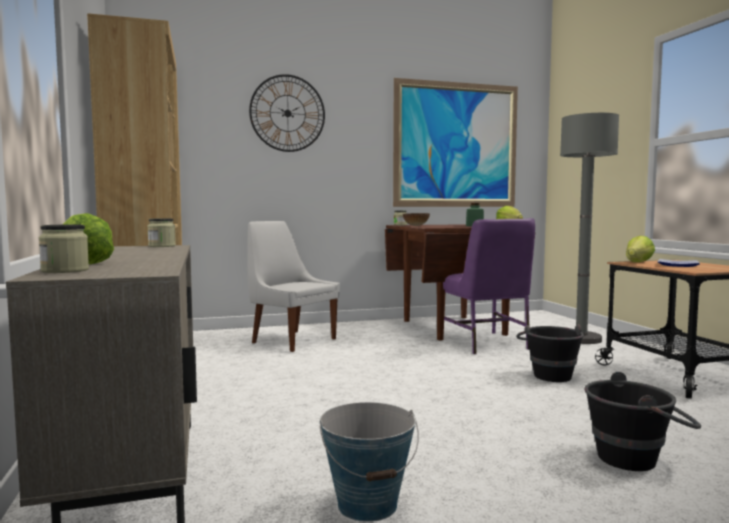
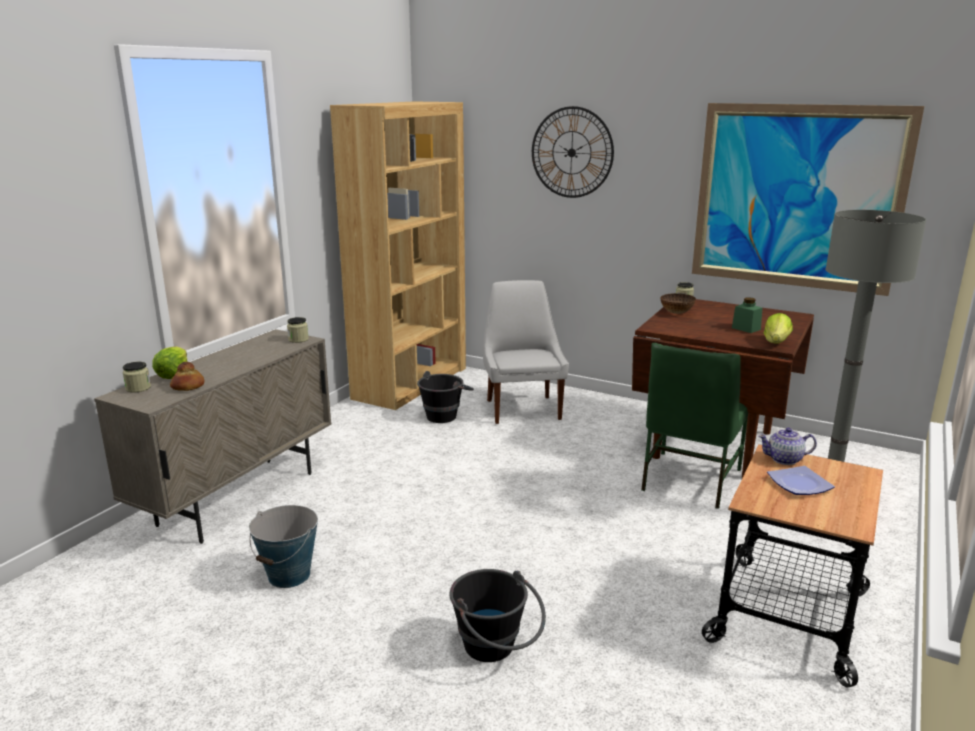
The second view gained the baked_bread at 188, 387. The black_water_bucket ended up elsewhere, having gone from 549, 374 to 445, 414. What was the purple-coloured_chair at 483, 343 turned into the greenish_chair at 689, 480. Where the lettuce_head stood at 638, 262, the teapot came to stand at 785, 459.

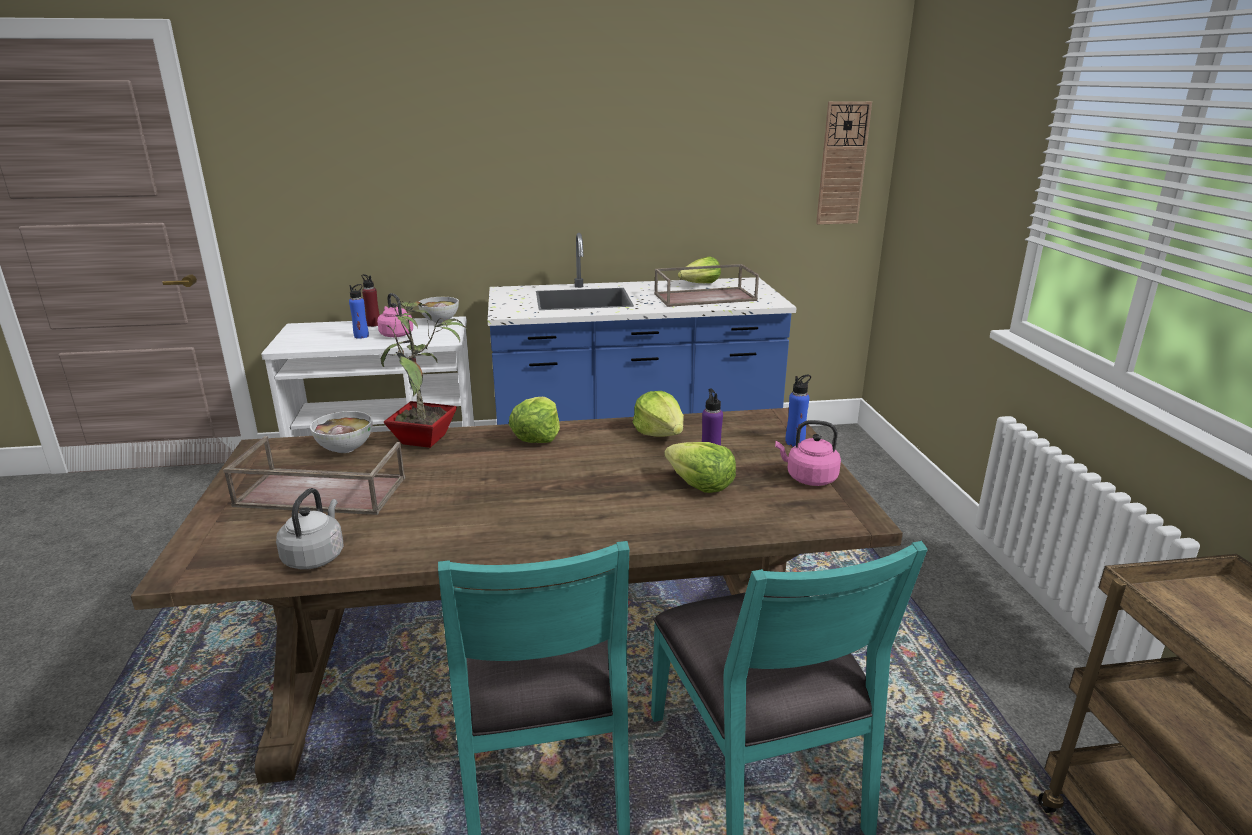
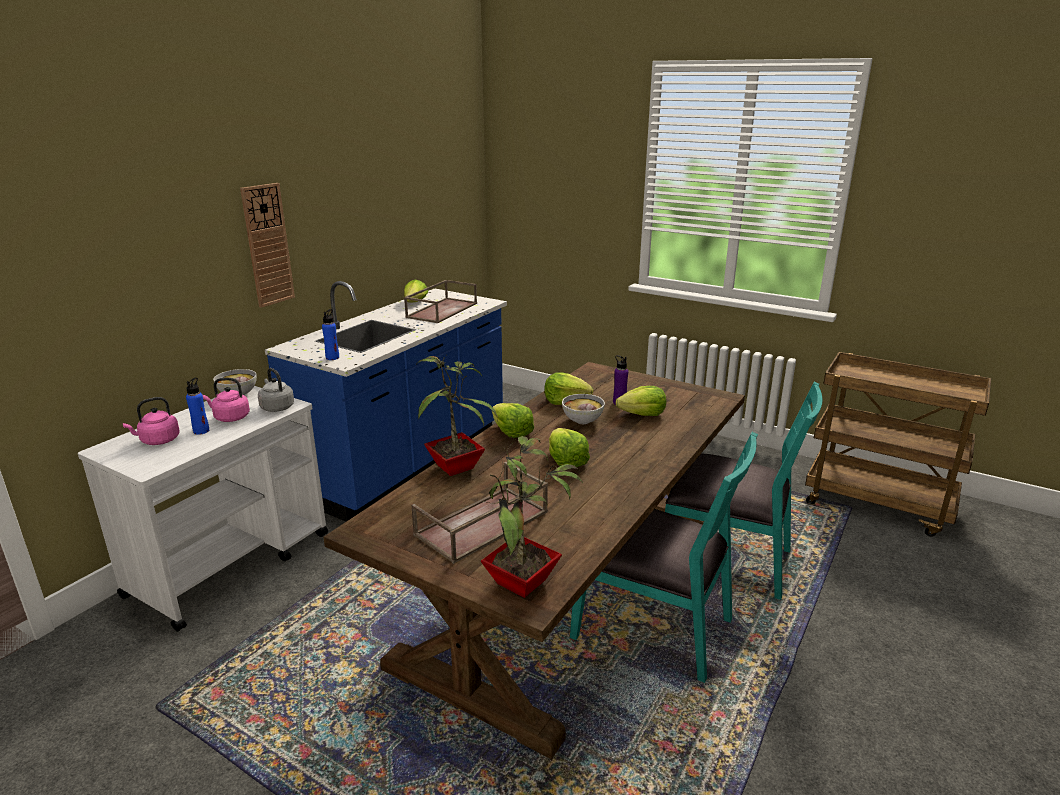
The pink_water_kettle ended up elsewhere, having gone from 808, 478 to 158, 441. The clock_on_the_wall ended up elsewhere, having gone from 842, 164 to 267, 245. The grey_water_kettle ended up elsewhere, having gone from 315, 556 to 276, 407. The blue_beverage_bottle ended up elsewhere, having gone from 795, 442 to 332, 357. The second view gained the potted_plant at 524, 584. The second view gained the lettuce_head at 566, 461. The deep_dish ended up elsewhere, having gone from 345, 449 to 582, 421. The second view lost the red-coloured_beverage_bottle at 373, 324.

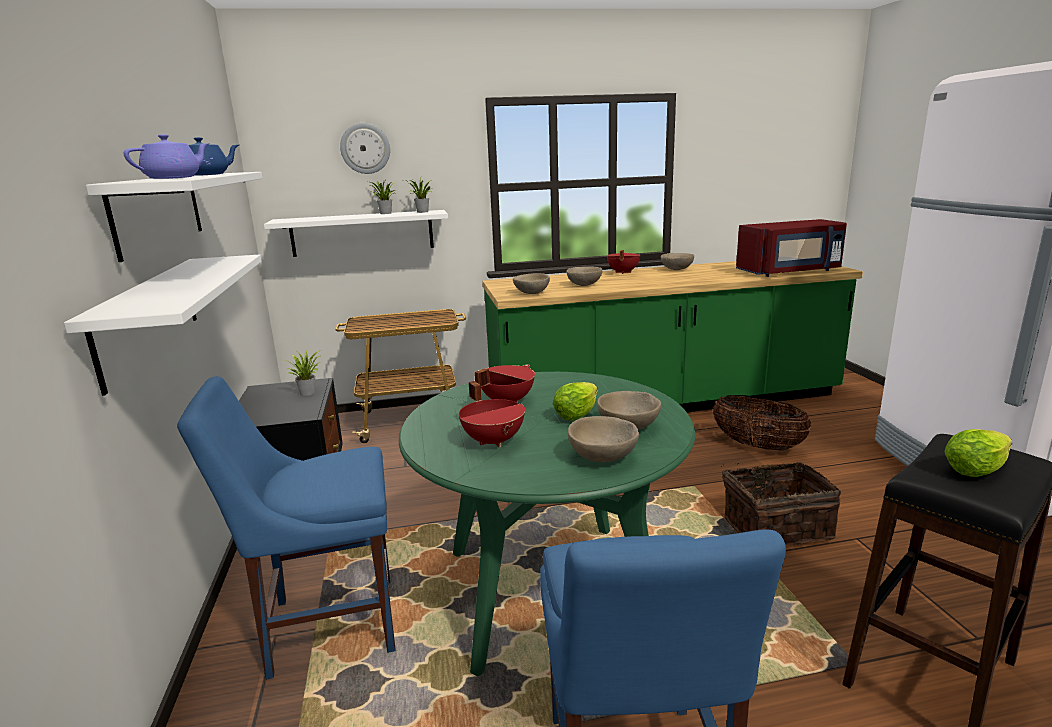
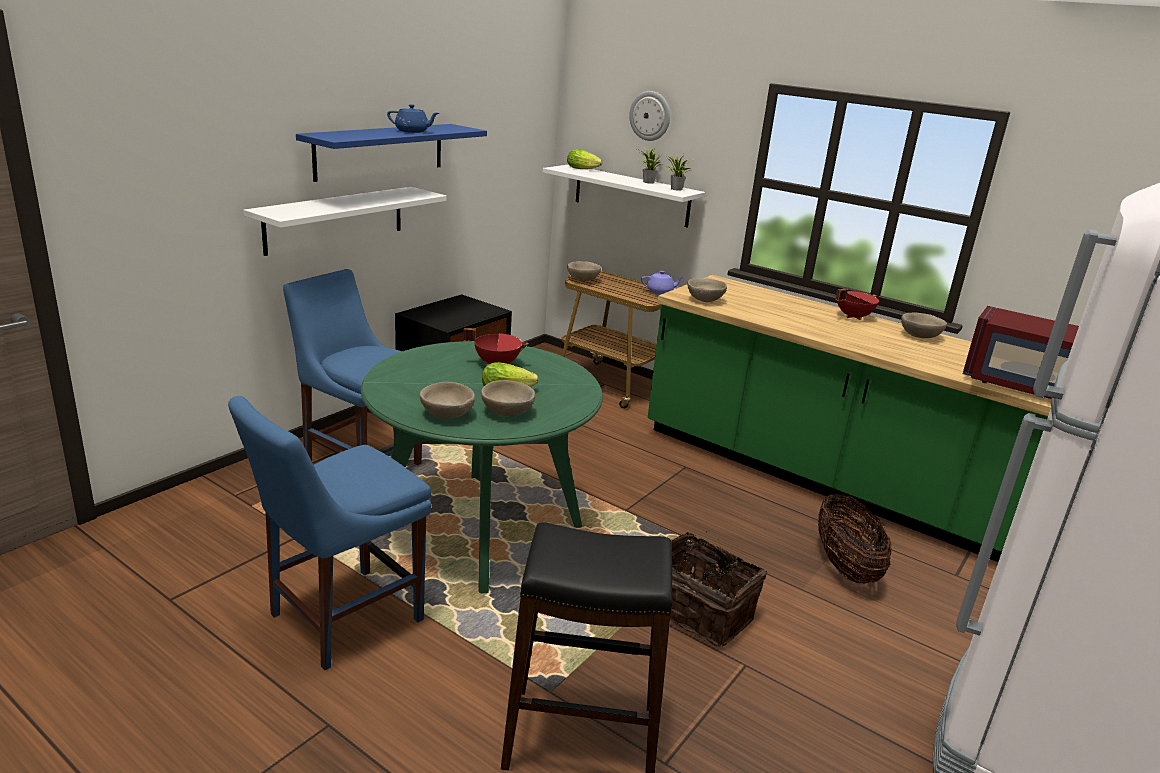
What was the white-coloured_wall_shelf at 159, 211 turned into the blue_wall_shelf at 380, 151. The lettuce_head ended up elsewhere, having gone from 979, 468 to 584, 169. The beige_deep_dish ended up elsewhere, having gone from 584, 285 to 583, 279. The purple-coloured_teapot ended up elsewhere, having gone from 174, 178 to 660, 291. The second view lost the potted_plant at 308, 392. The second view lost the red-coloured_stockpot at 494, 441.

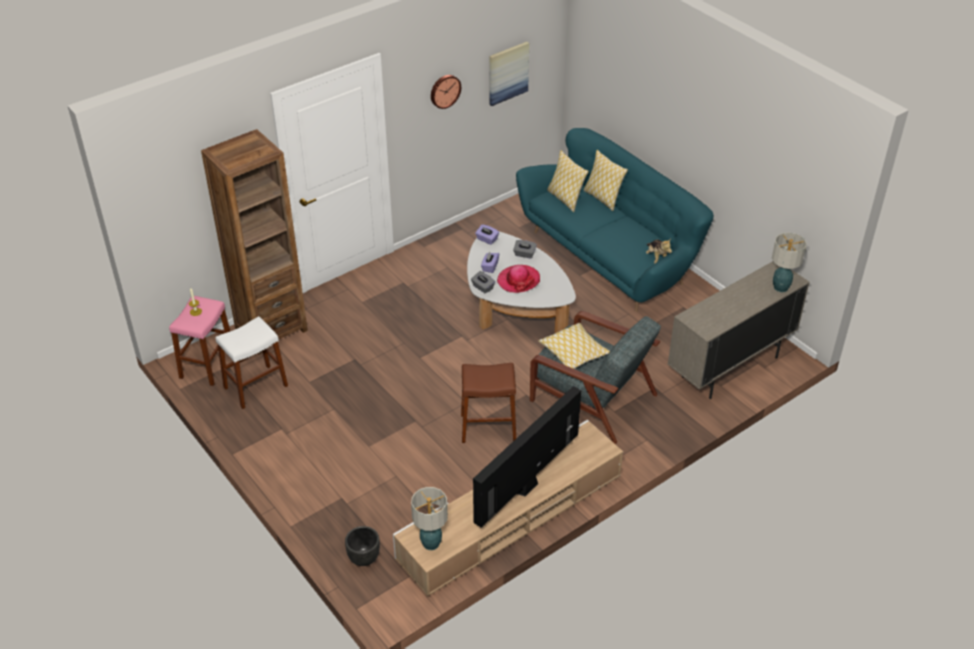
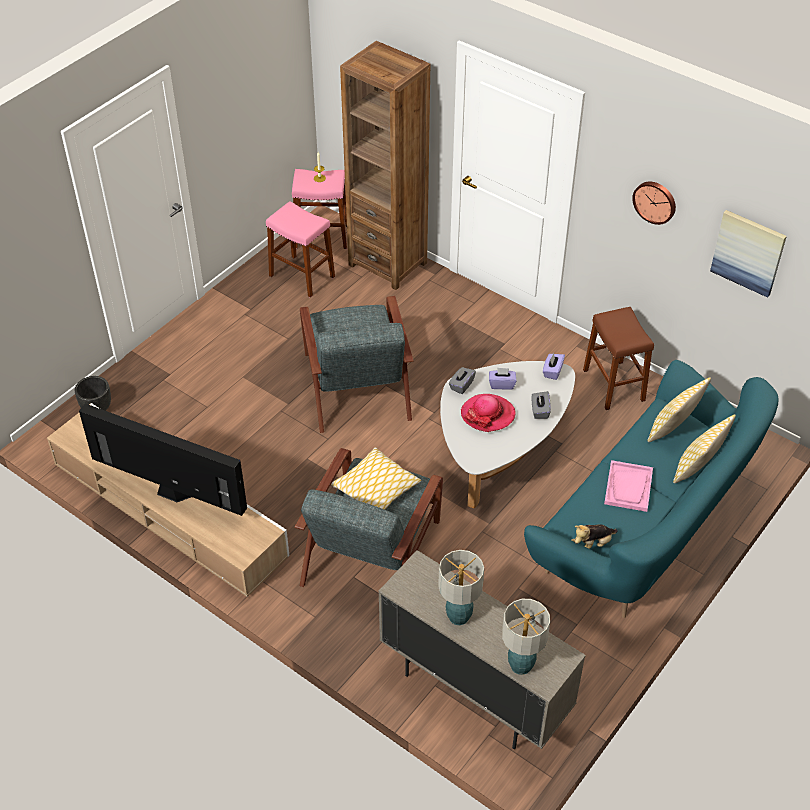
What was the white-coloured_stool at 255, 387 turned into the pink_stool at 302, 276. The second view gained the grey_armchair at 356, 383. The lamp_for_a_table ended up elsewhere, having gone from 431, 543 to 459, 617. The brownish_stool ended up elsewhere, having gone from 488, 427 to 613, 385. The second view gained the pink_carrying_tray at 628, 487.

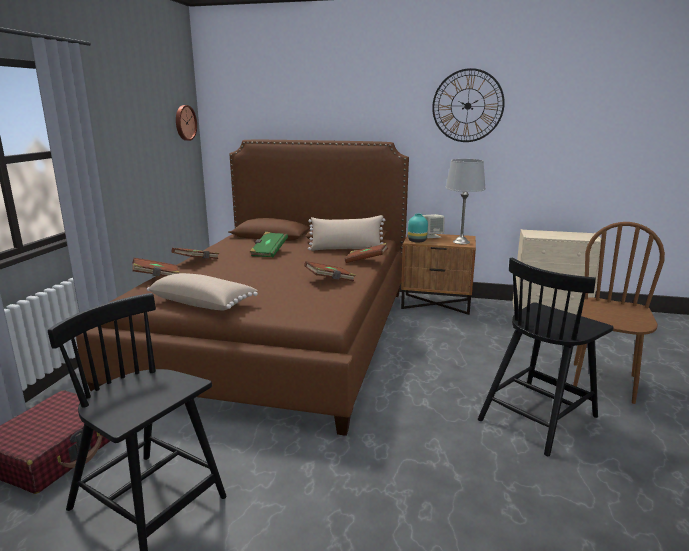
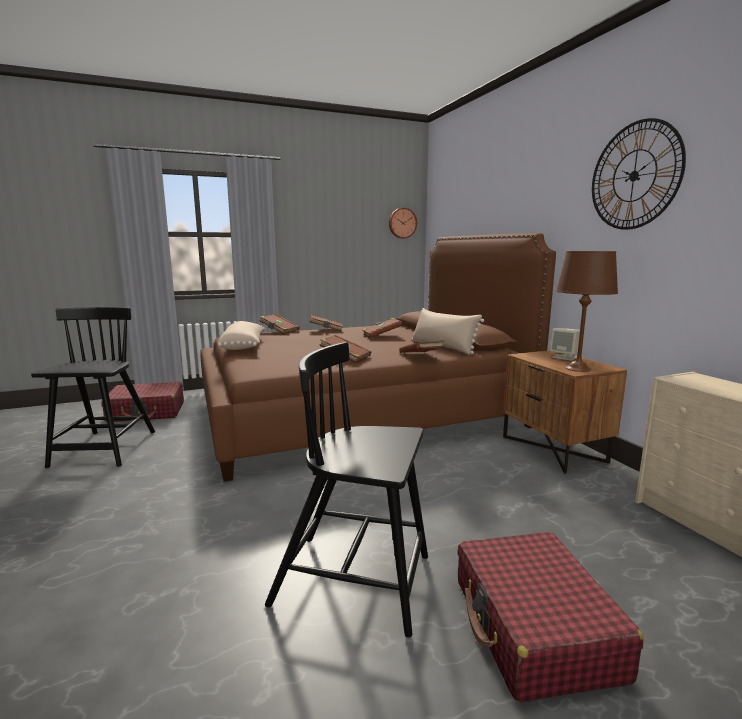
What was the greenish_bound_book at 269, 252 turned into the brownish_bound_book at 381, 335. Where the brownish_chair stood at 603, 382, the red-coloured_piece_of_luggage came to stand at 534, 628. What was the grey_lamp_for_a_table at 461, 242 turned into the brownish_lamp_for_a_table at 577, 369. The second view lost the blue-green_decorative_vase at 416, 241.

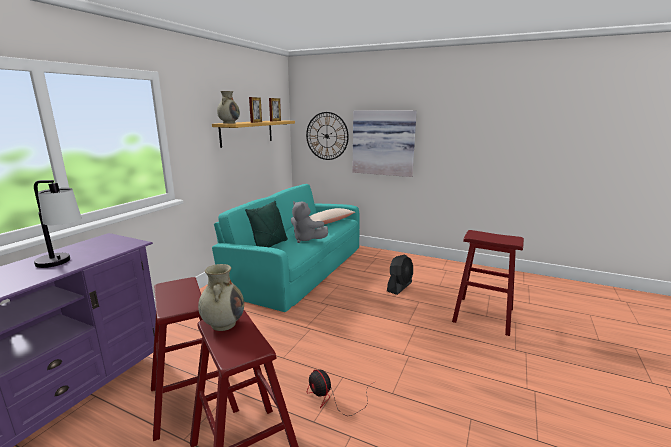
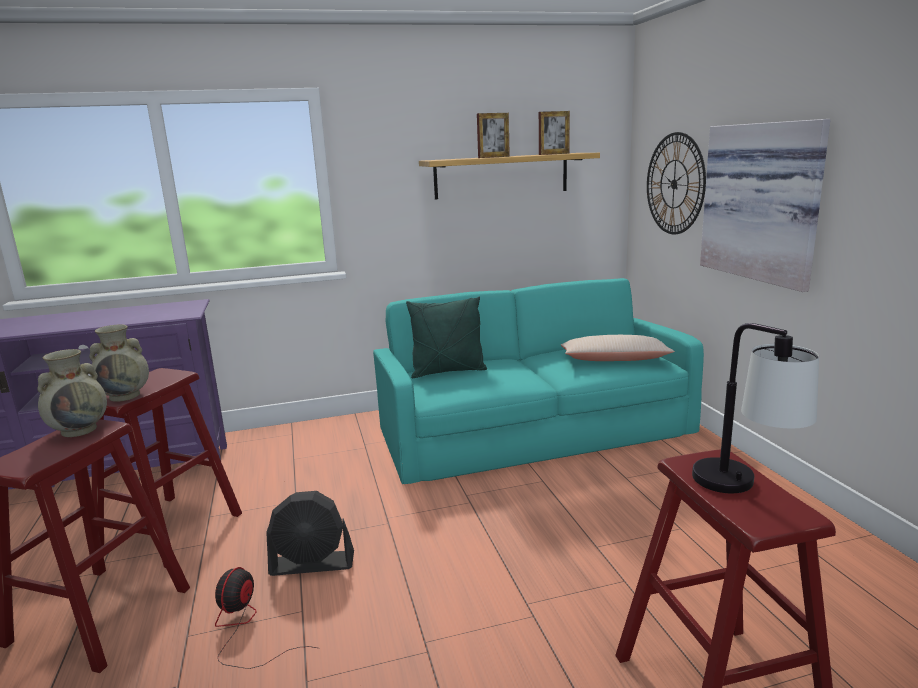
The beige_decorative_vase ended up elsewhere, having gone from 229, 123 to 126, 396. The black_fan ended up elsewhere, having gone from 399, 287 to 312, 564. The lamp_for_a_table ended up elsewhere, having gone from 63, 263 to 744, 492. The second view lost the grey_plush_toy at 306, 239.

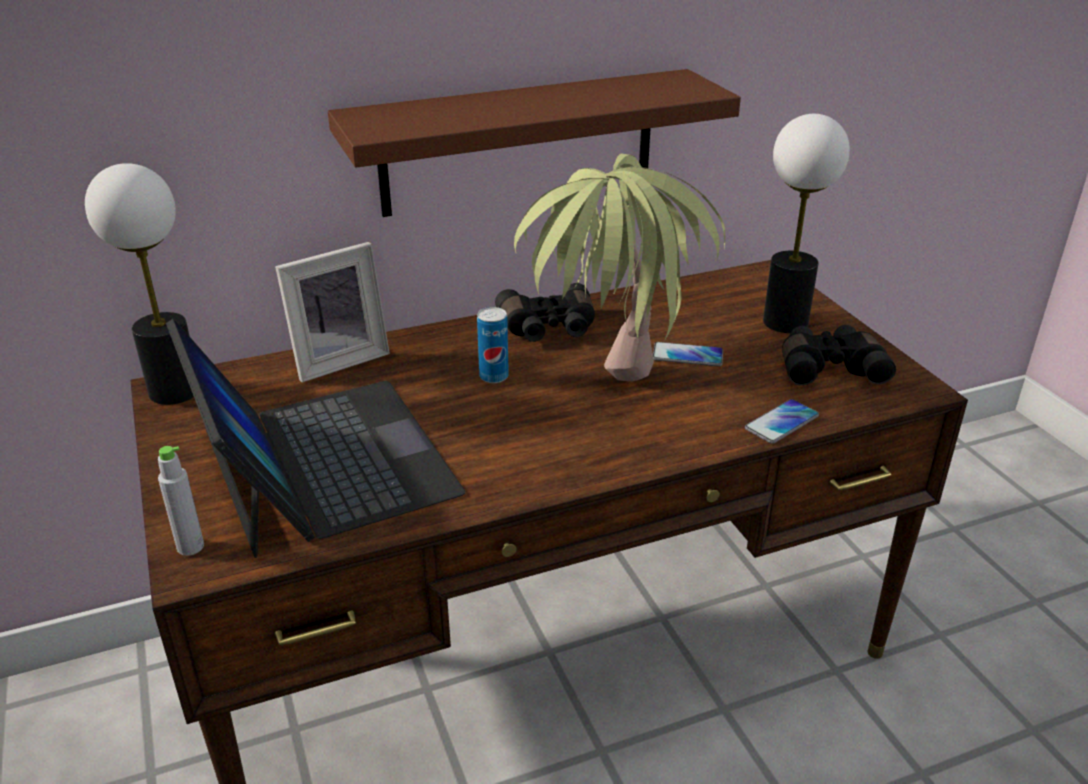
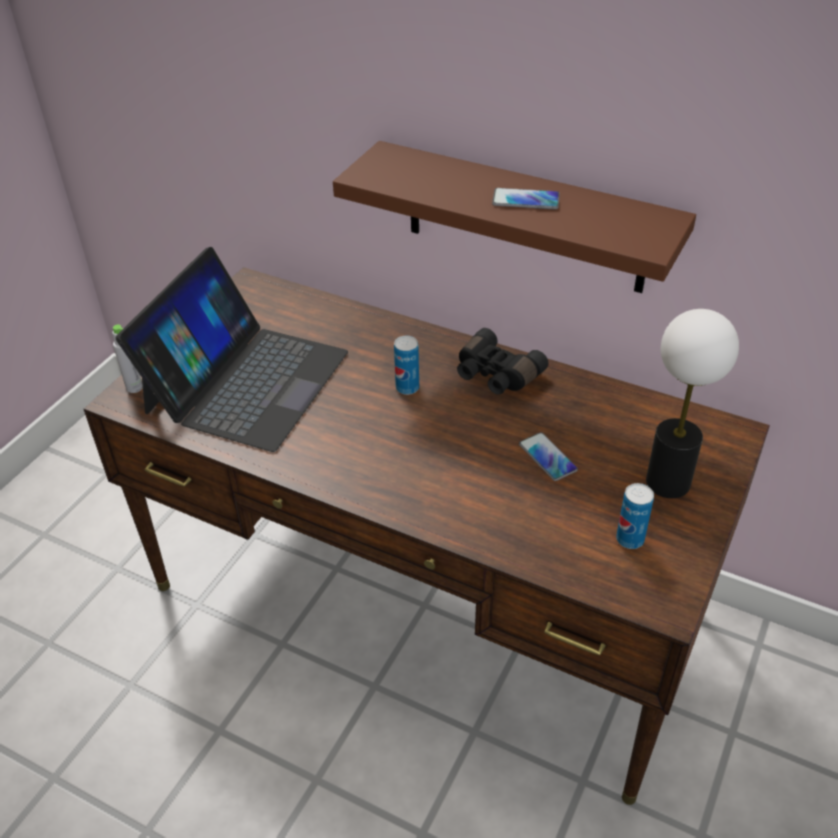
The telephone ended up elsewhere, having gone from 781, 422 to 525, 200. Where the black_pair_of_binoculars stood at 829, 368, the metal_can came to stand at 630, 539. The second view lost the lamp_for_a_table at 174, 391. The second view lost the standing_frame at 337, 359. The second view lost the potted_plant at 608, 403.

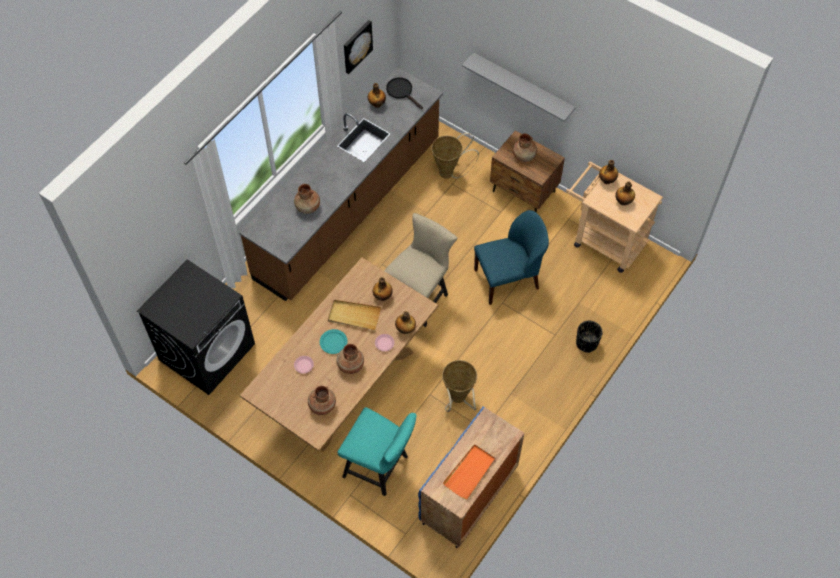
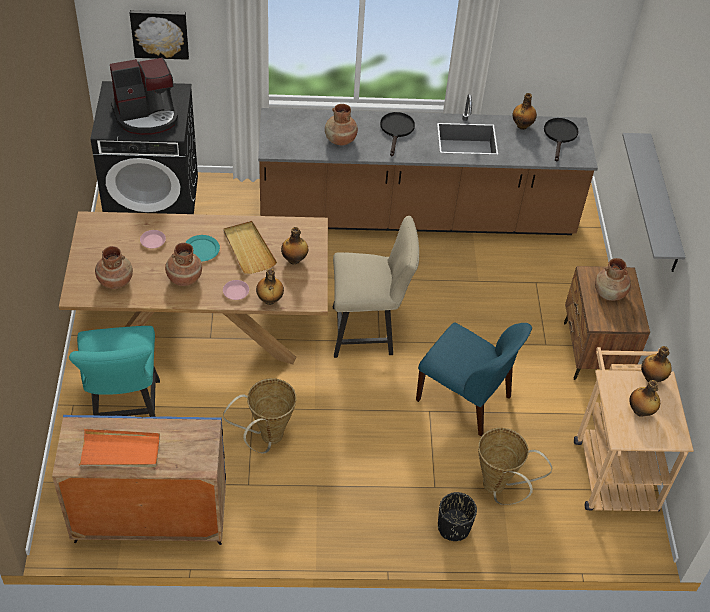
The second view gained the coffee_maker at 147, 116. The wall_art ended up elsewhere, having gone from 356, 46 to 160, 33. The second view gained the black_pan at 396, 130. The household_basket ended up elsewhere, having gone from 450, 173 to 498, 489.

